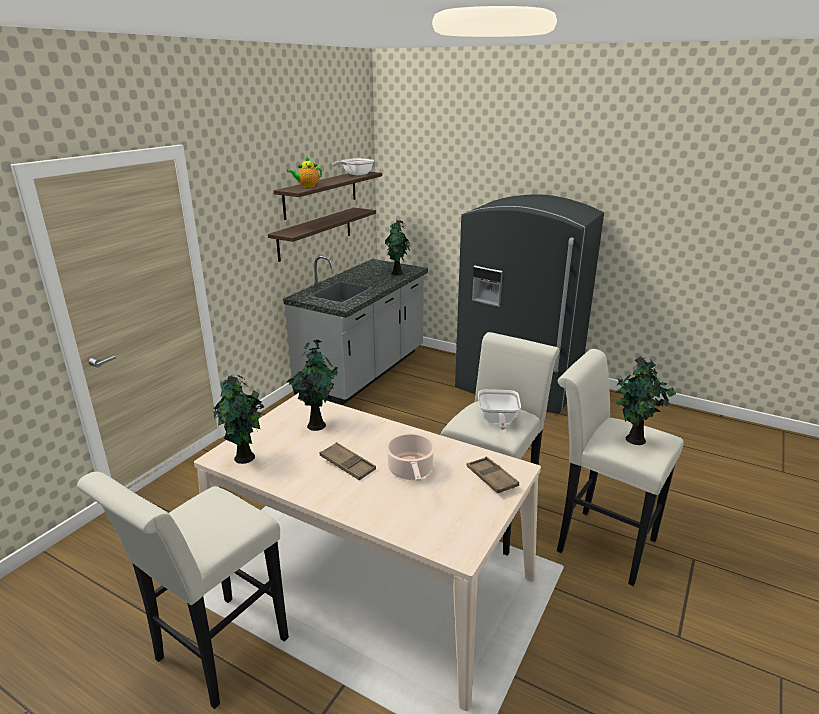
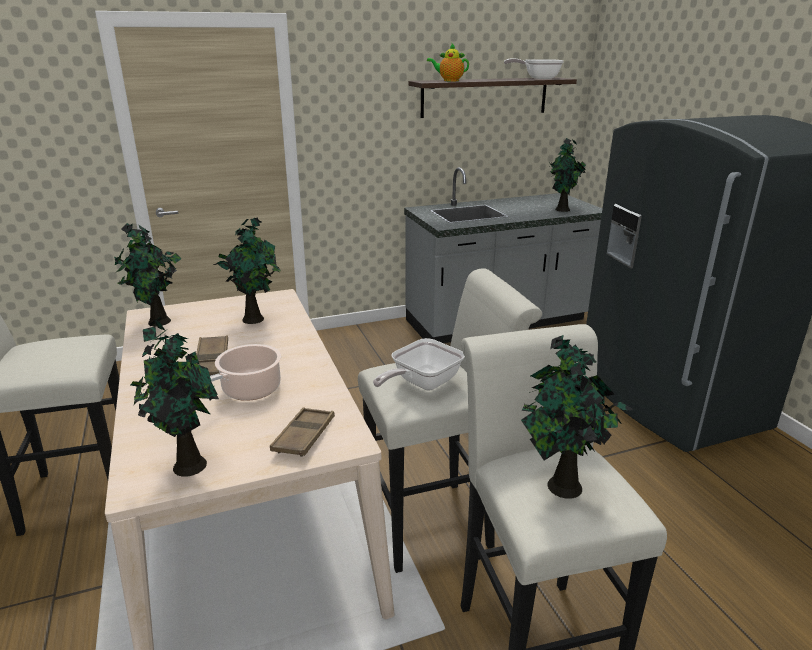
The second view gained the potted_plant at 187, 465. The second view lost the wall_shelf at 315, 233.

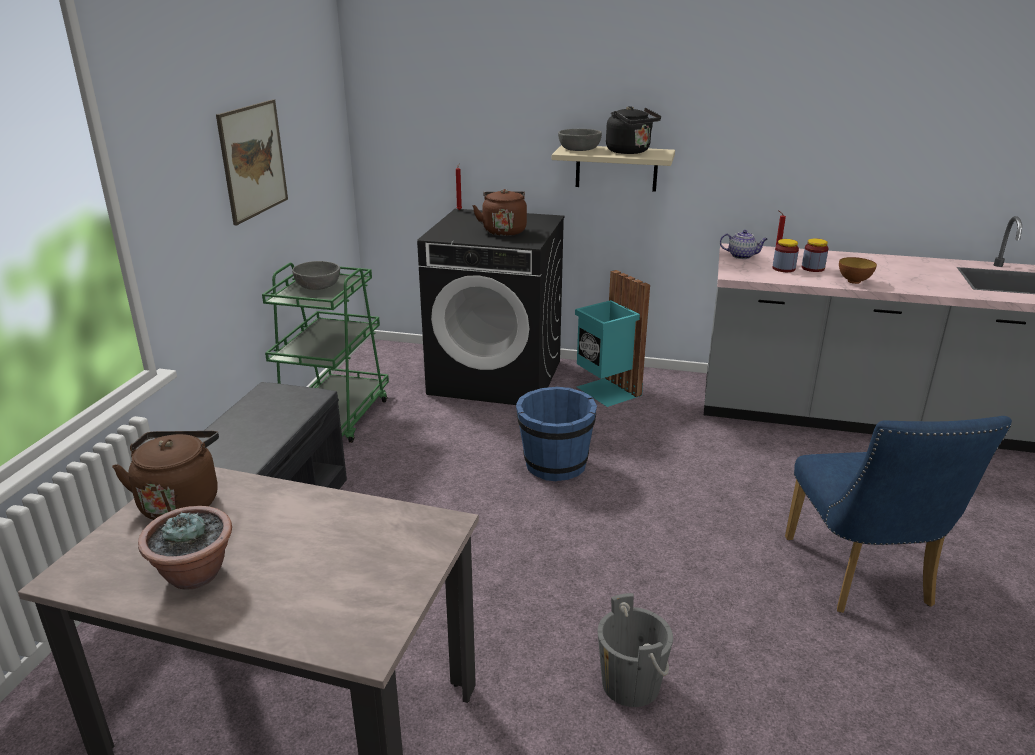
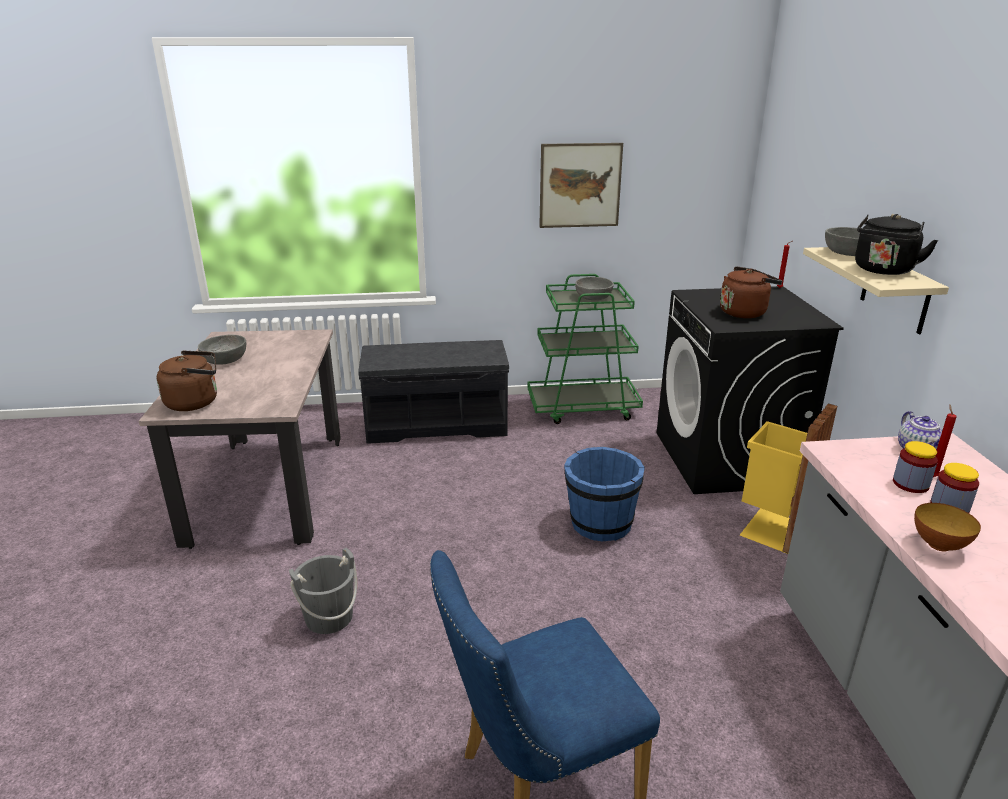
The brownish_water_kettle ended up elsewhere, having gone from 180, 501 to 195, 402. Where the potted_plant stood at 195, 575, the grey_deep_dish came to stand at 224, 360. What was the blue-green_rubbish_bin at 606, 392 turned into the yellow-coloured_rubbish_bin at 771, 529.

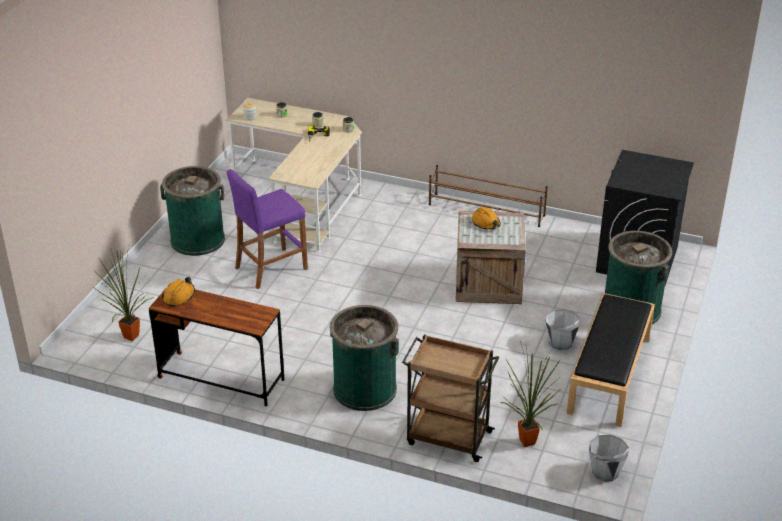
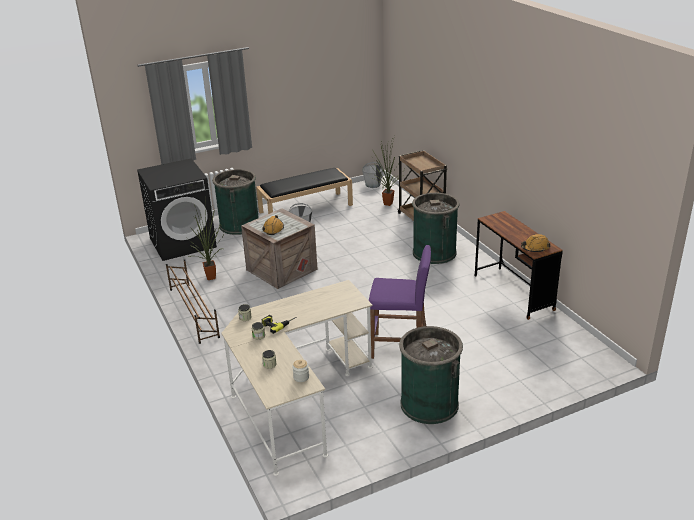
The potted_plant ended up elsewhere, having gone from 129, 338 to 213, 277.

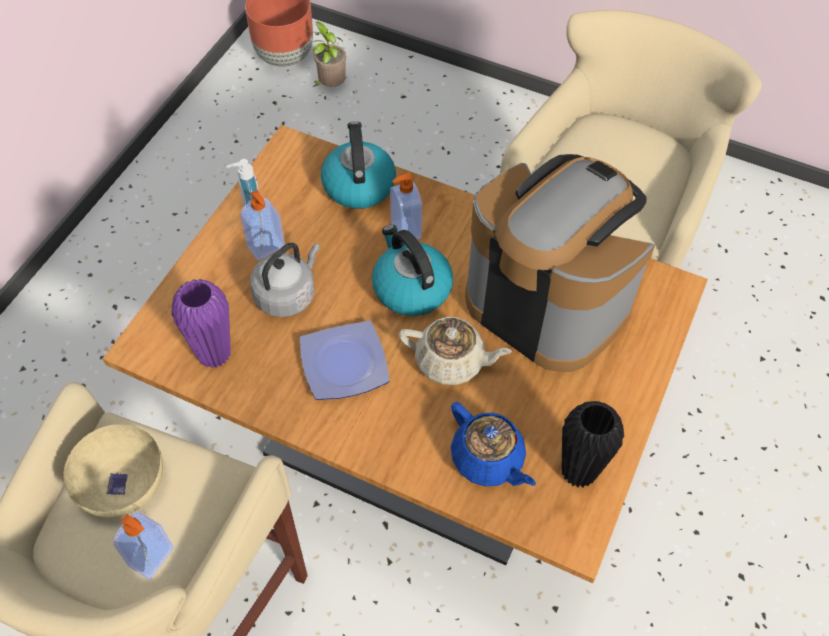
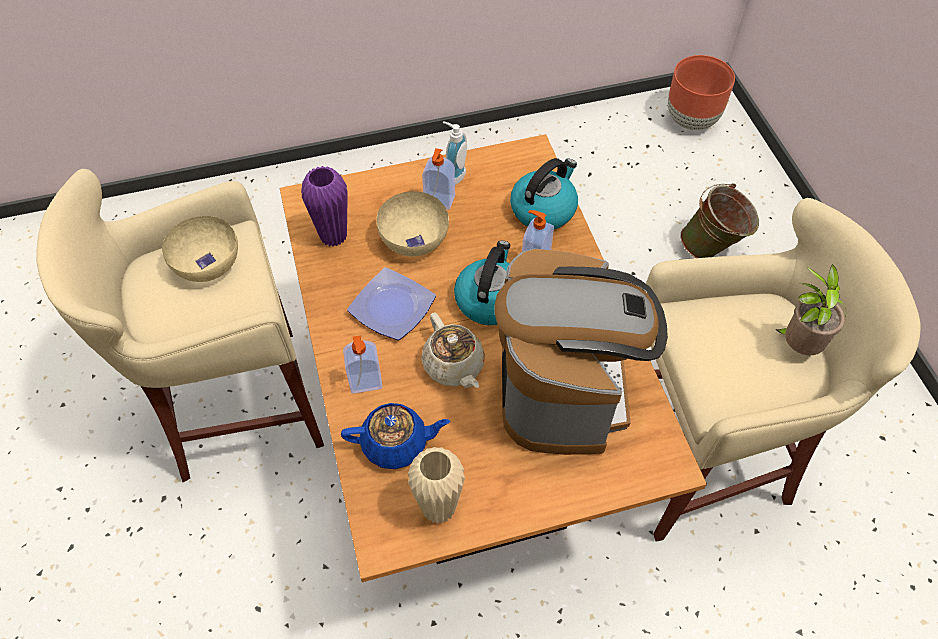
The blue_teapot at 488, 459 ended up facing another way, 105 degrees counterclockwise from before. The soap_bottle ended up elsewhere, having gone from 152, 558 to 366, 383. Where the grey_water_kettle stood at 287, 294, the beige_deep_dish came to stand at 415, 238. What was the black_decorative_vase at 578, 472 turned into the beige_decorative_vase at 438, 508. The second view gained the greenish_water_bucket at 712, 249. The potted_plant ended up elsewhere, having gone from 330, 86 to 797, 345.

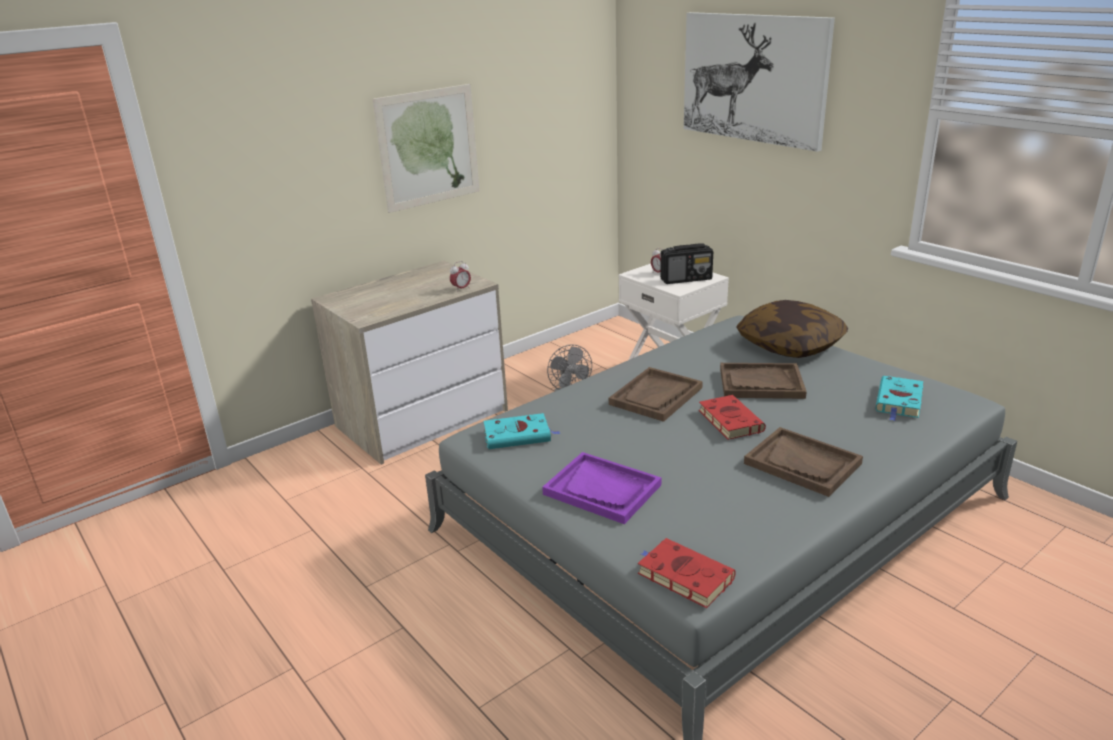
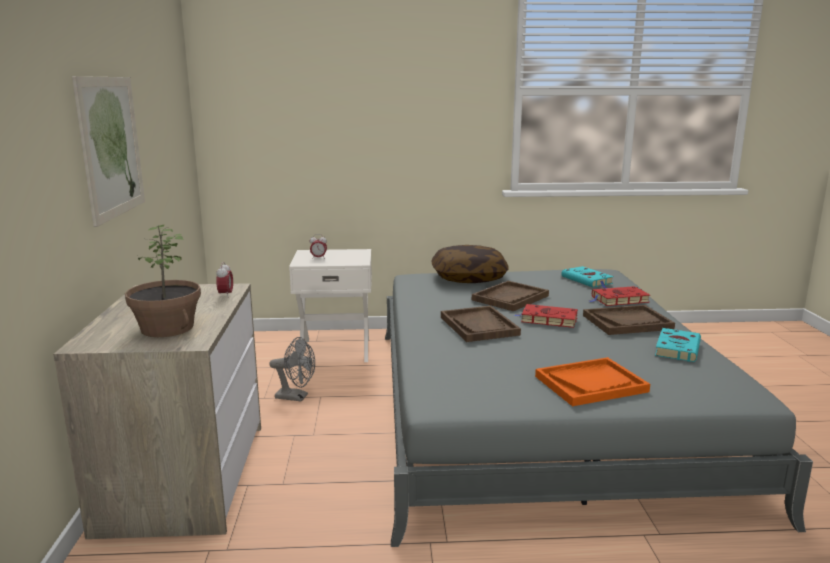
The second view gained the potted_plant at 166, 328. What was the purple-coloured_carrying_tray at 602, 490 turned into the orange-coloured_carrying_tray at 591, 384. The red-coloured_bound_book ended up elsewhere, having gone from 682, 576 to 618, 300. The blue-green_bound_book ended up elsewhere, having gone from 519, 435 to 677, 348. The second view lost the radio_set at 686, 279. The second view lost the wall_art at 753, 78.

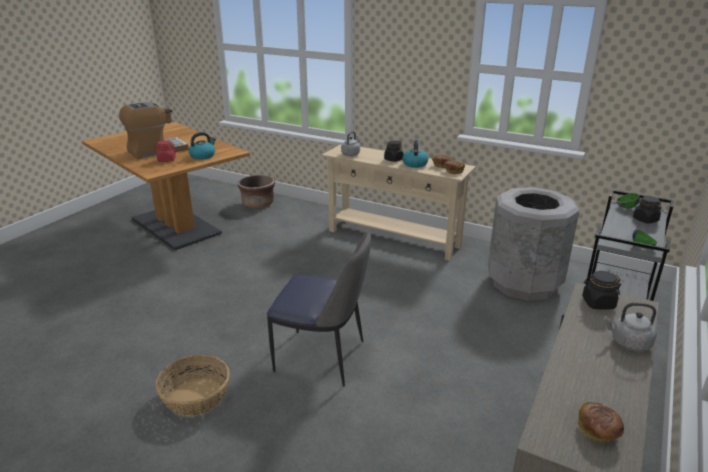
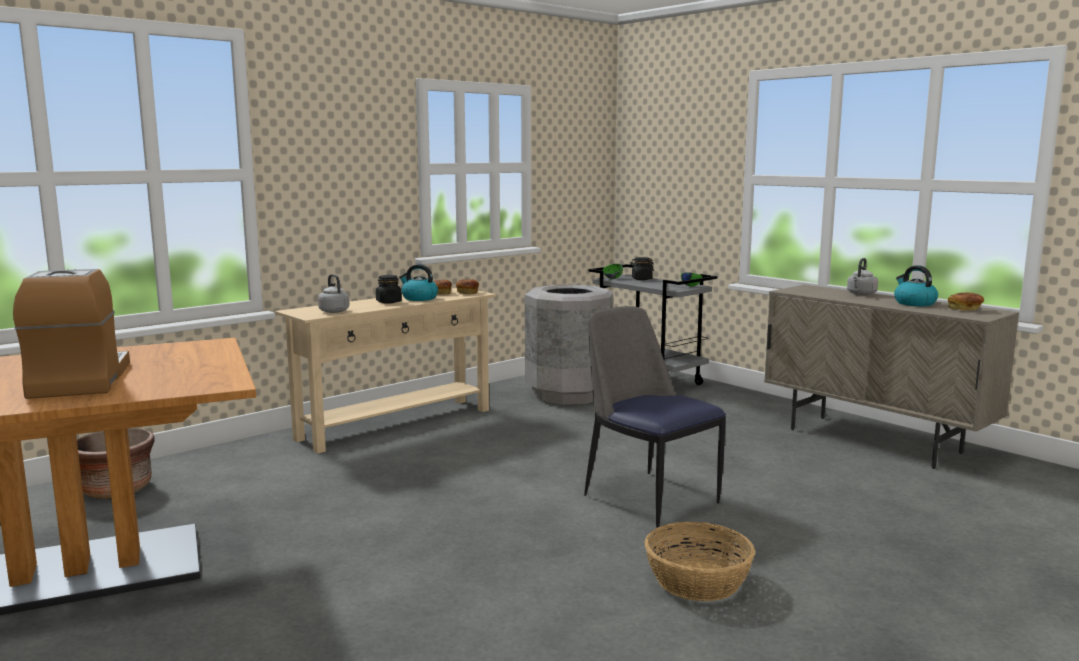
The chair at 322, 358 ended up facing another way, 75 degrees counterclockwise from before. The water_kettle ended up elsewhere, having gone from 203, 156 to 914, 303. The second view lost the red-coloured_storage_jar at 166, 160. The second view lost the black_storage_jar at 598, 303.

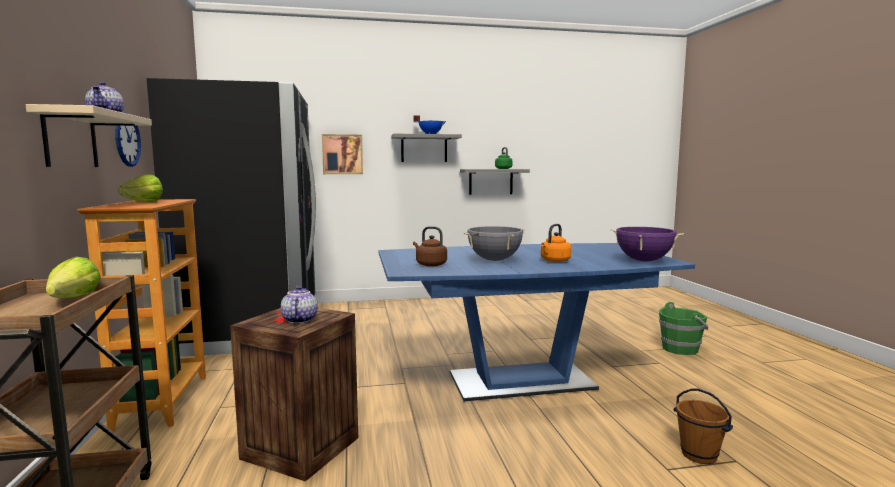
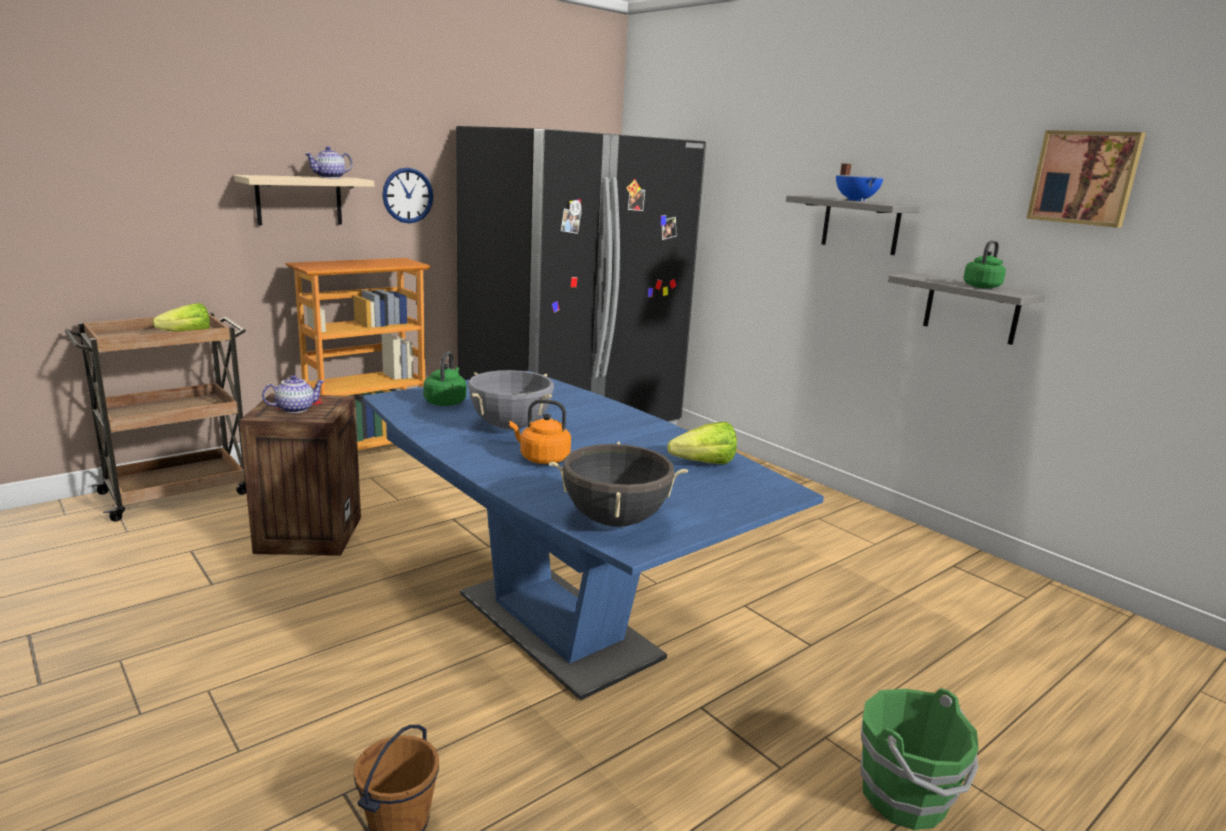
What was the brownish_water_kettle at 430, 264 turned into the greenish_water_kettle at 446, 402. What was the purple-coloured_stockpot at 644, 261 turned into the black_stockpot at 614, 520. The lettuce_head ended up elsewhere, having gone from 139, 203 to 698, 464. The wall_art ended up elsewhere, having gone from 342, 154 to 1085, 178.

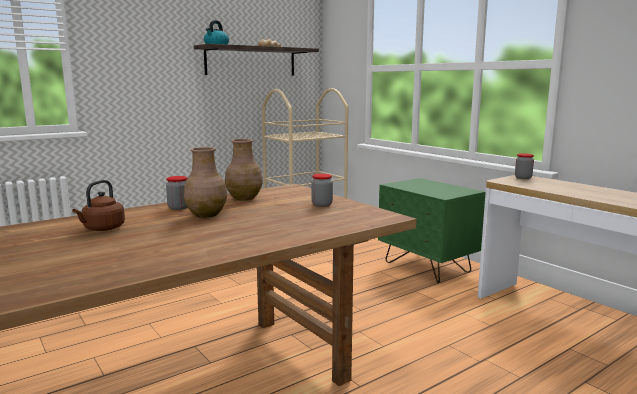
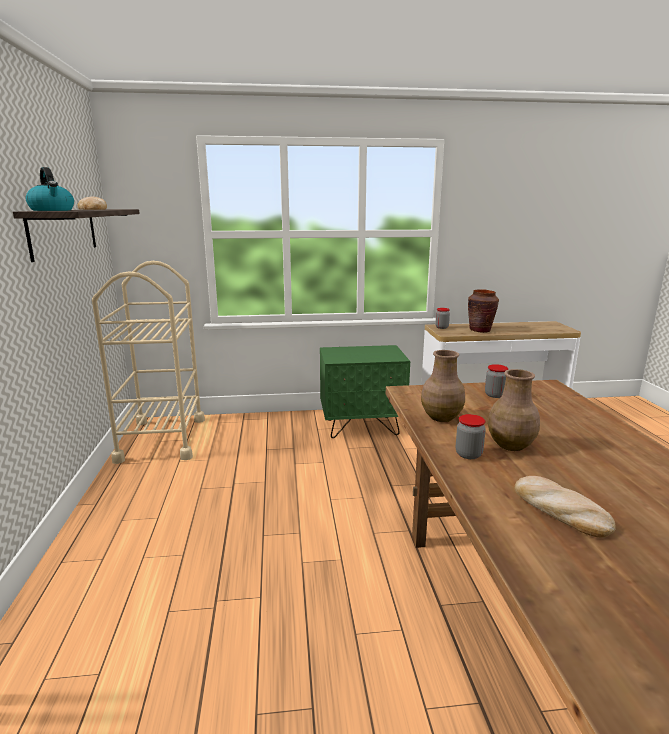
The second view gained the brownish_decorative_vase at 480, 330. Where the brownish_water_kettle stood at 102, 229, the baked_bread came to stand at 559, 510.

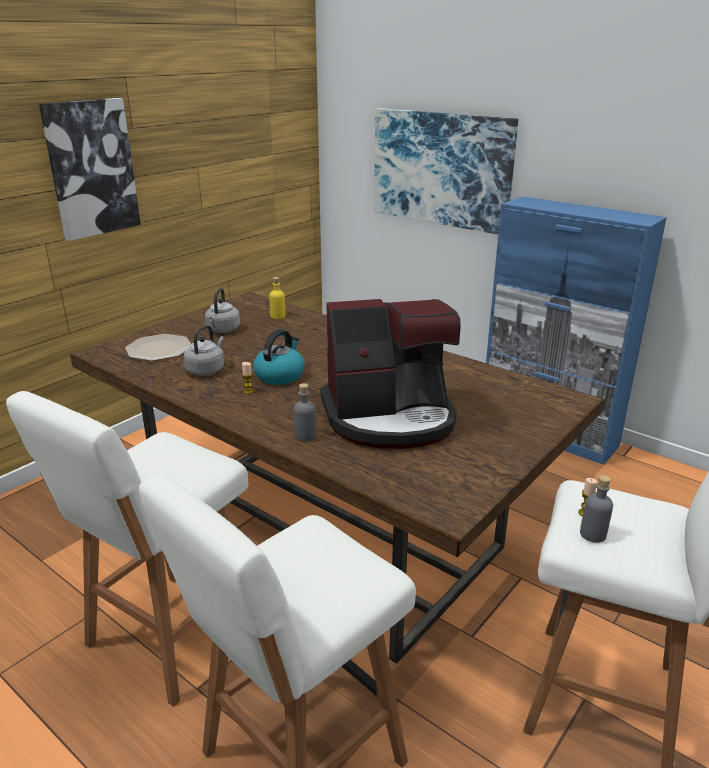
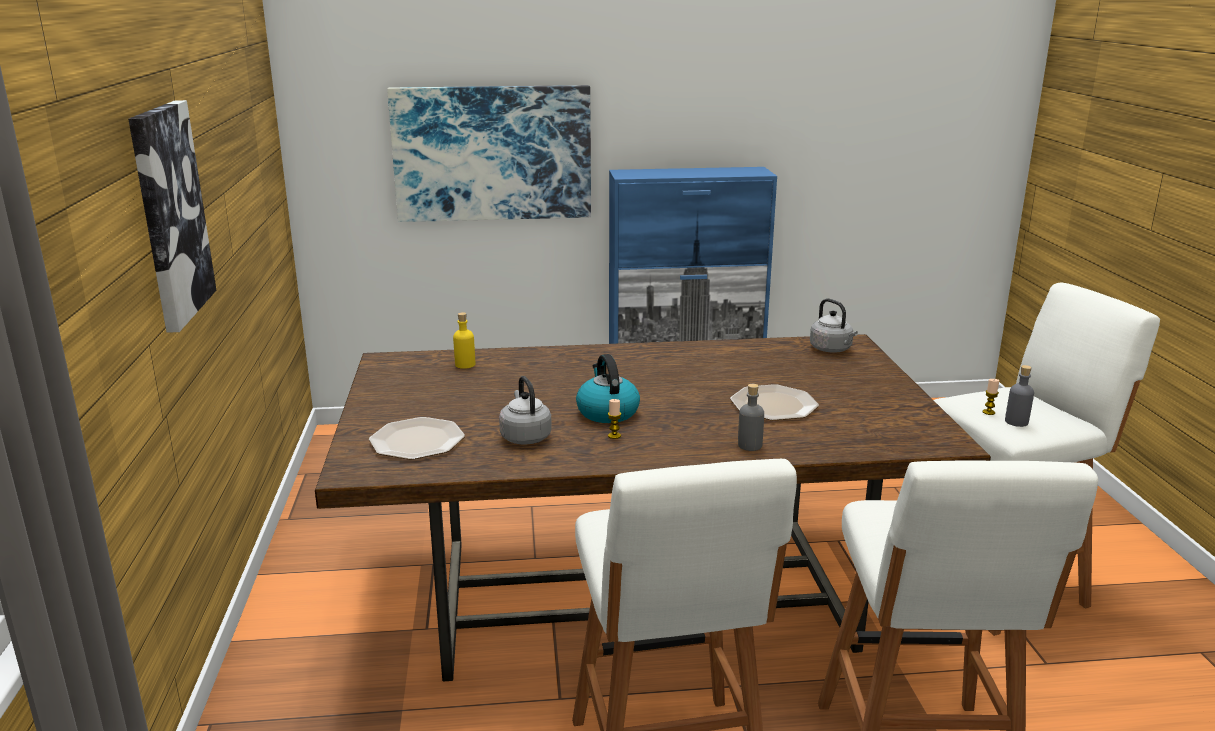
Where the coffee_maker stood at 390, 417, the dinner_plate came to stand at 773, 404. The grey_water_kettle ended up elsewhere, having gone from 222, 330 to 832, 349.

